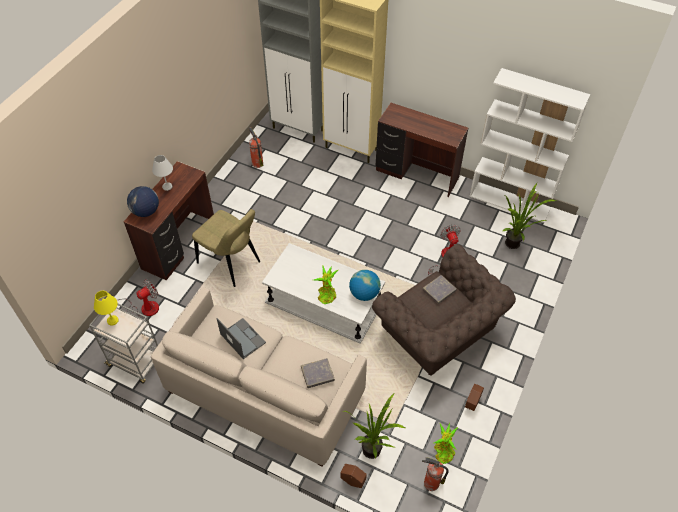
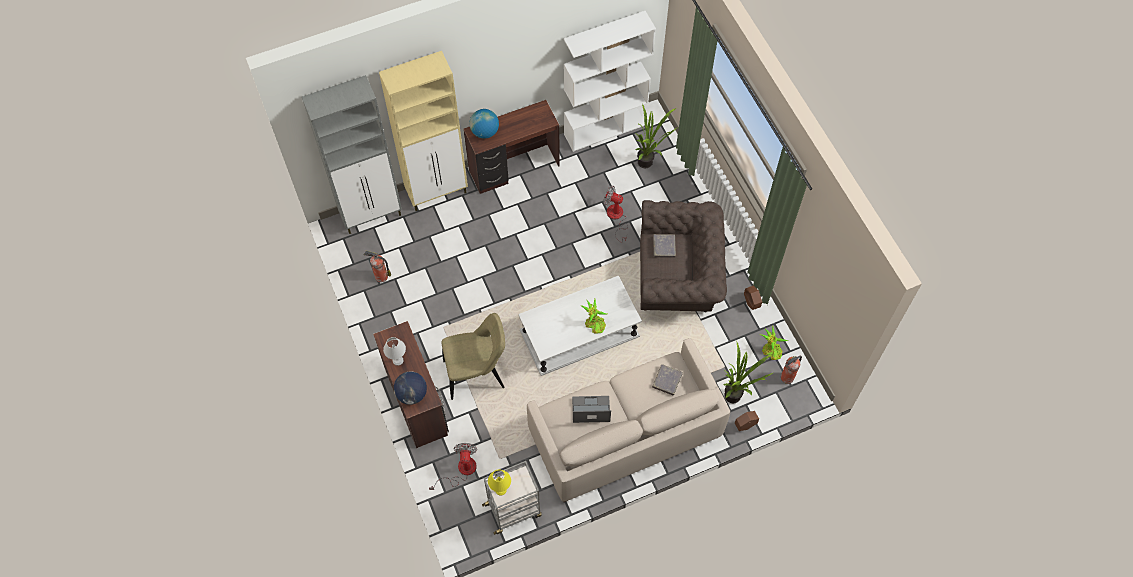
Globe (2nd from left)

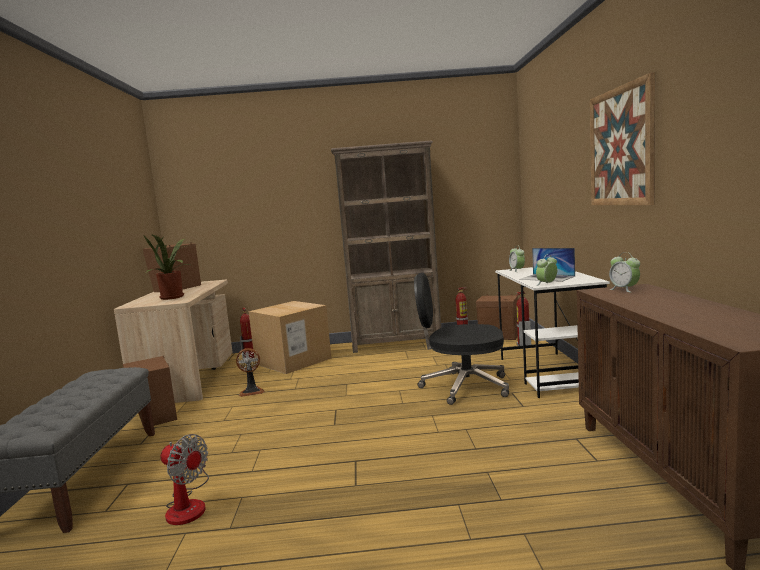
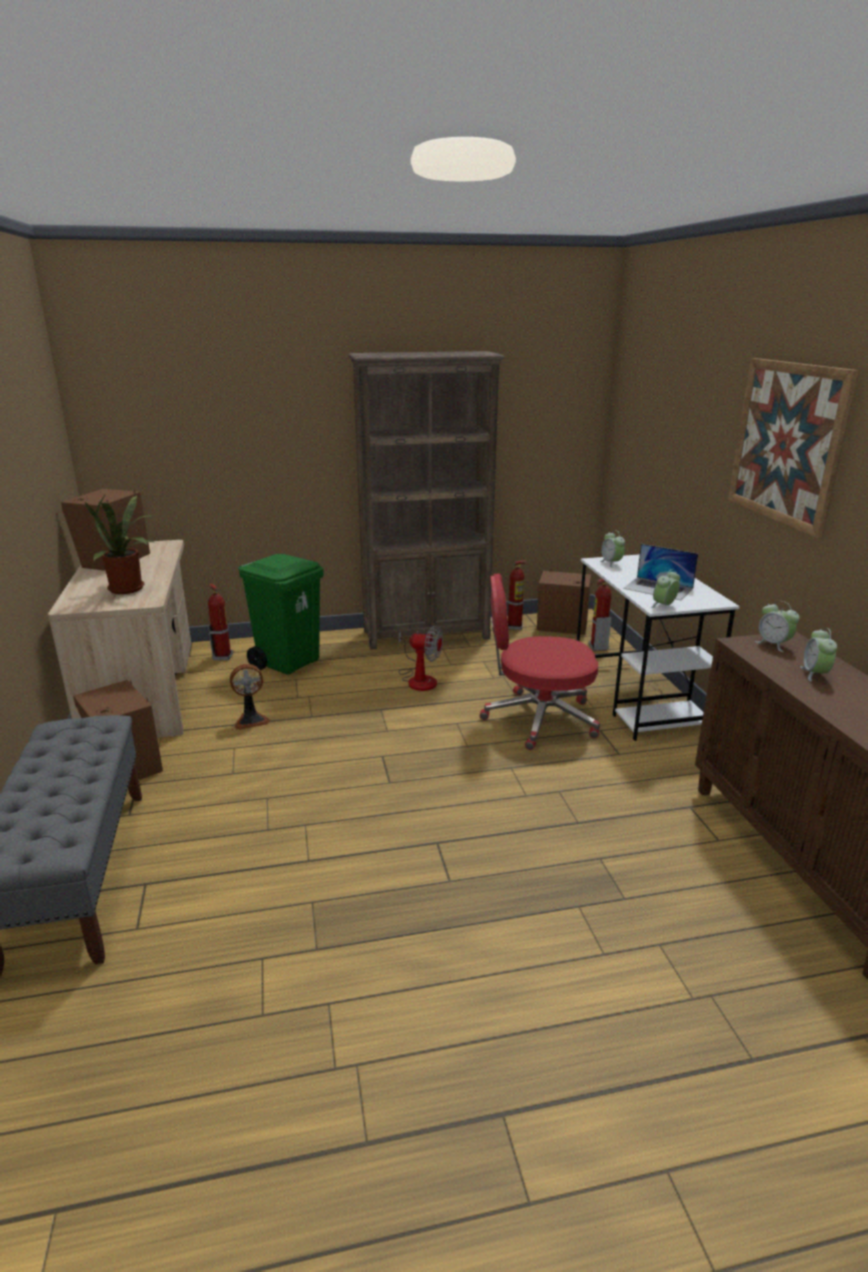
RedOfficeChair
GreenTrashCan
Fan (2nd from left)
AlarmClock (4th from left)

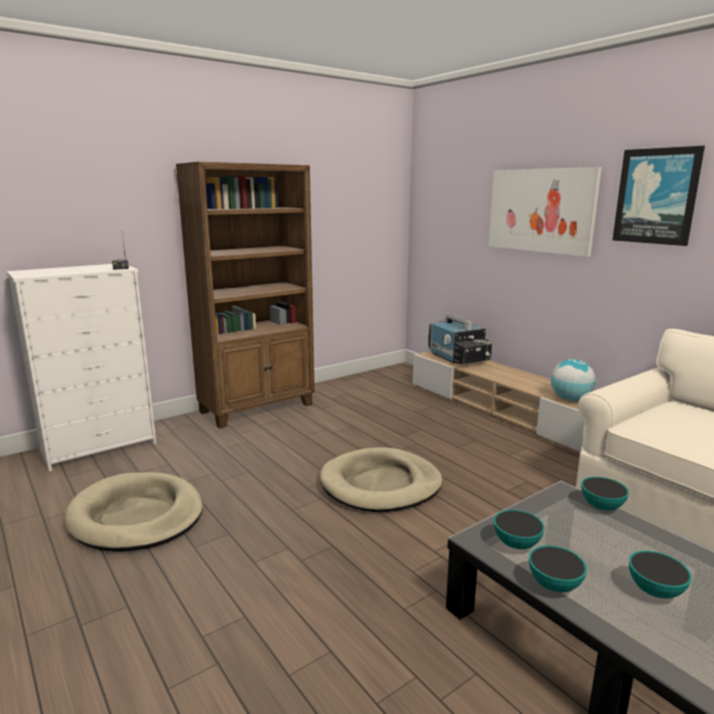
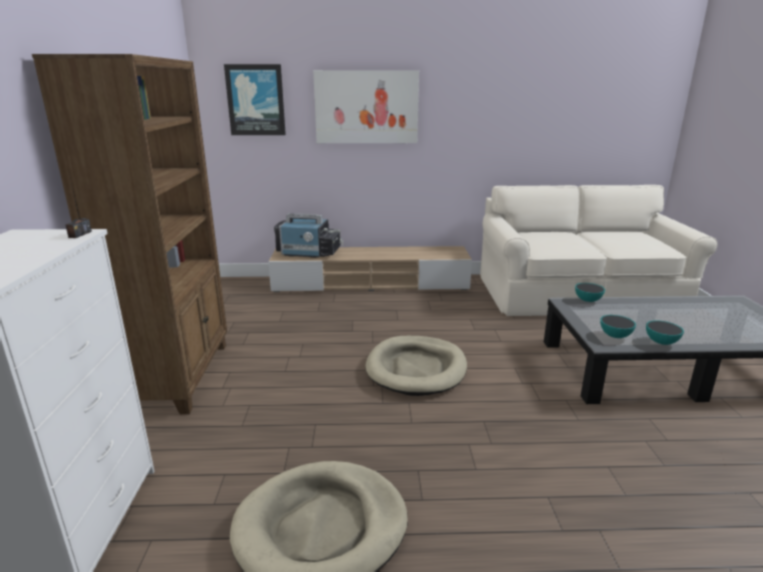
Picture (1st from left)
Globe
Bowl (4th from left in the first image)

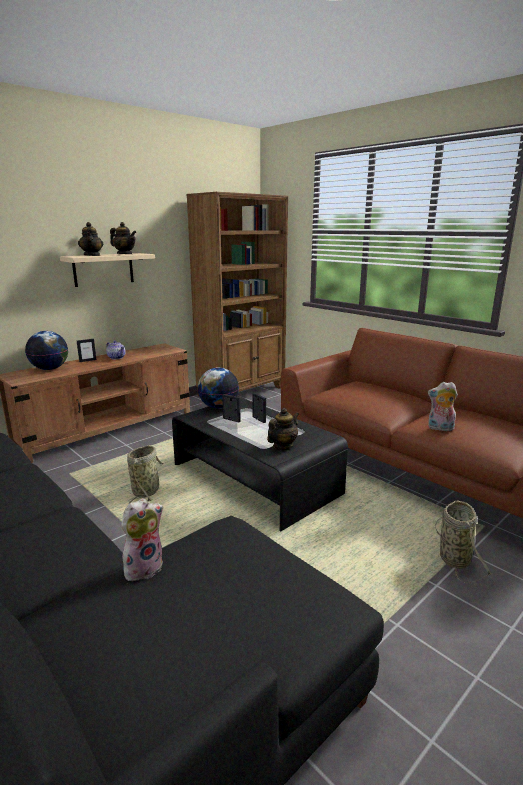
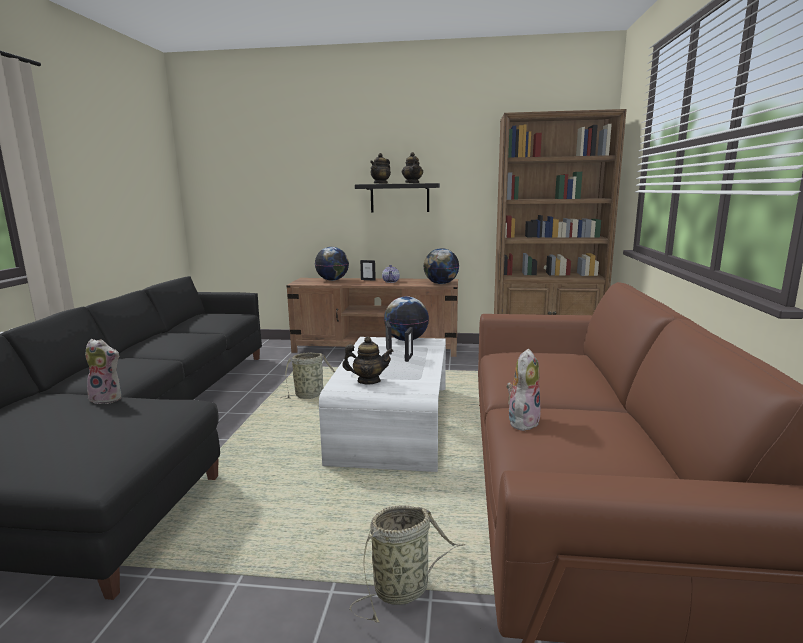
BlackShelf
PlushToy (2nd from left)
WhiteCoffeeTable
Globe (3rd from left)

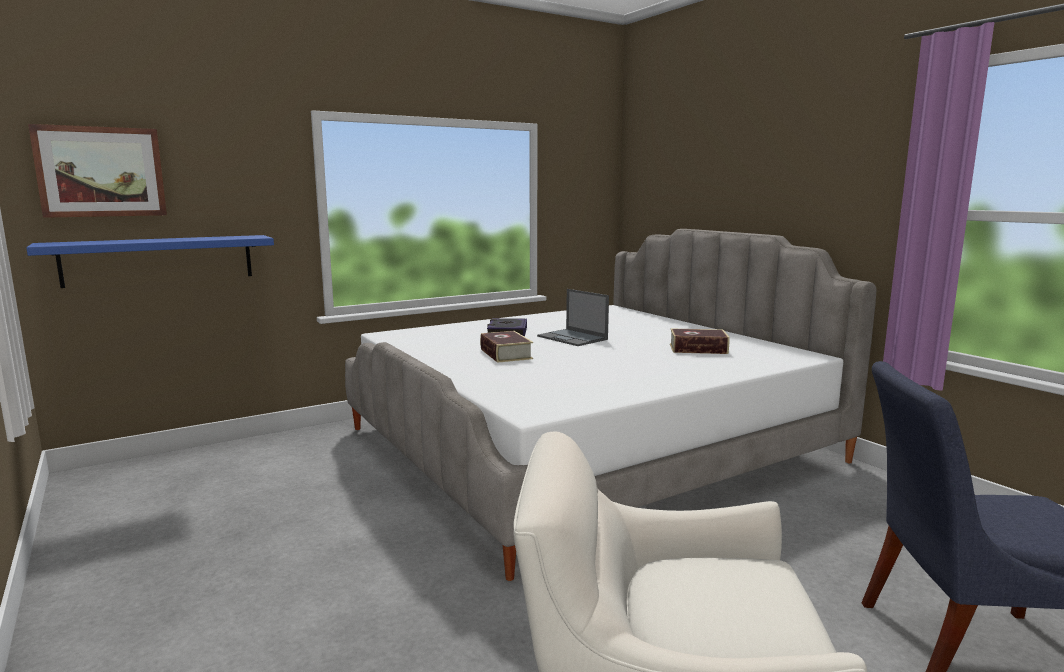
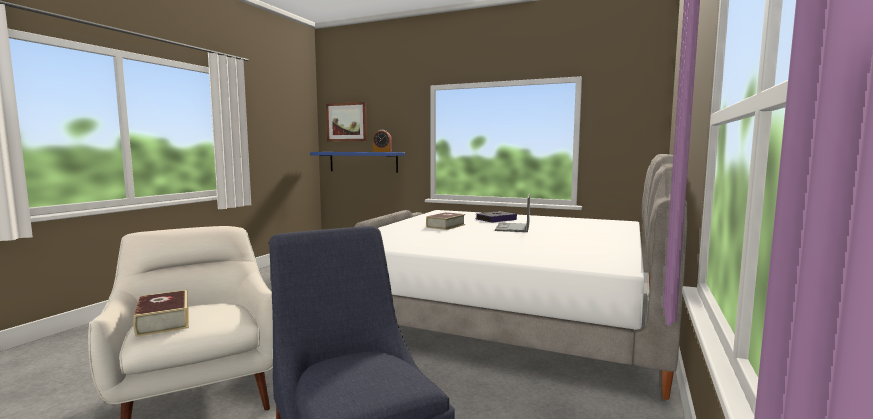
Book (1st from left)
AlarmClock

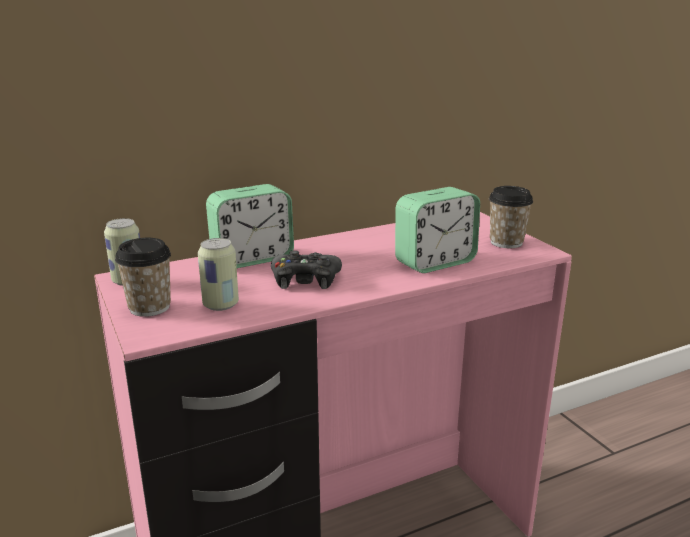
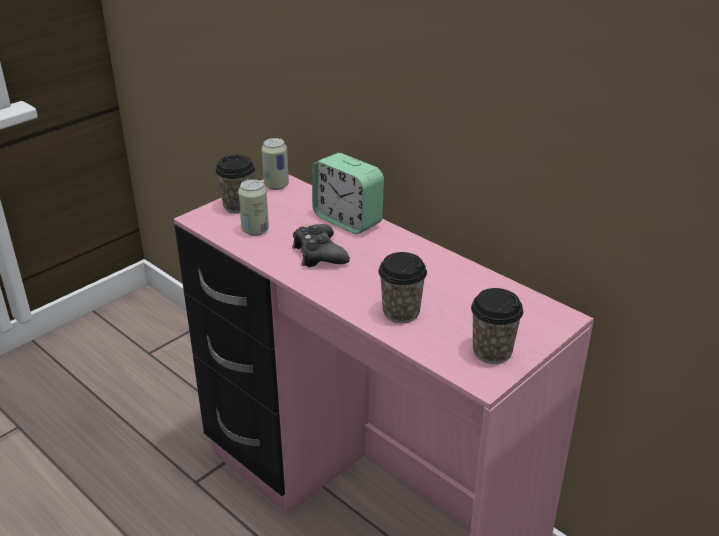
Cup (2nd from left)

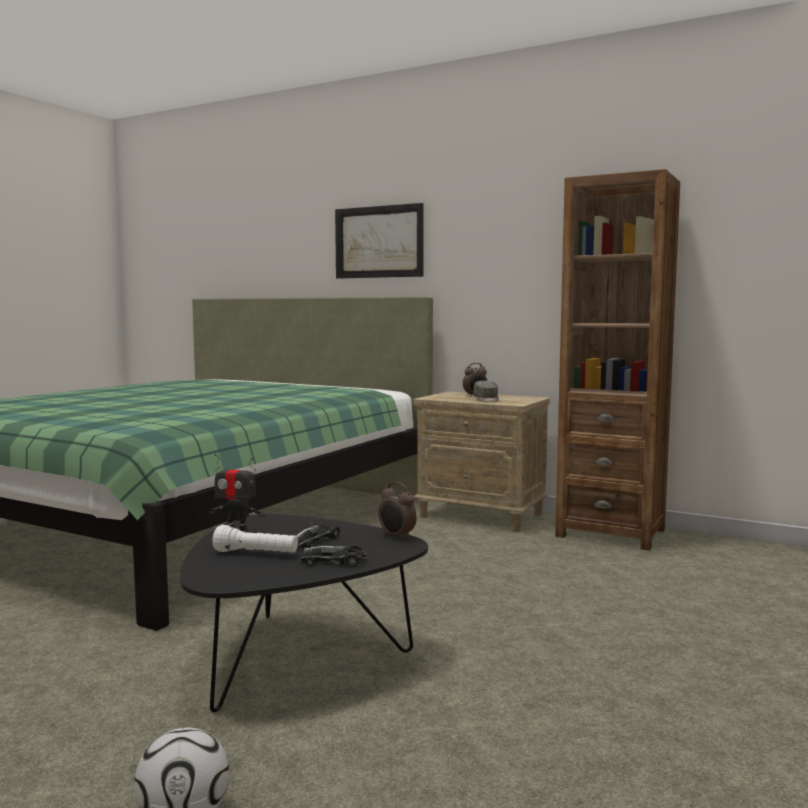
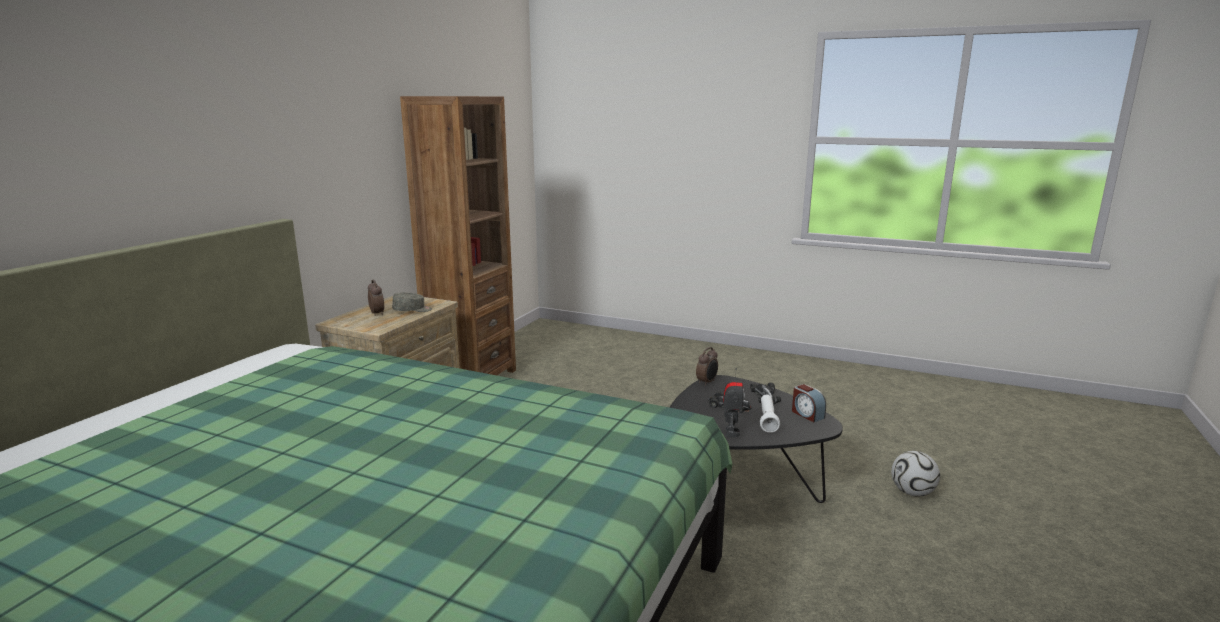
Picture
AlarmClock (3rd from left)

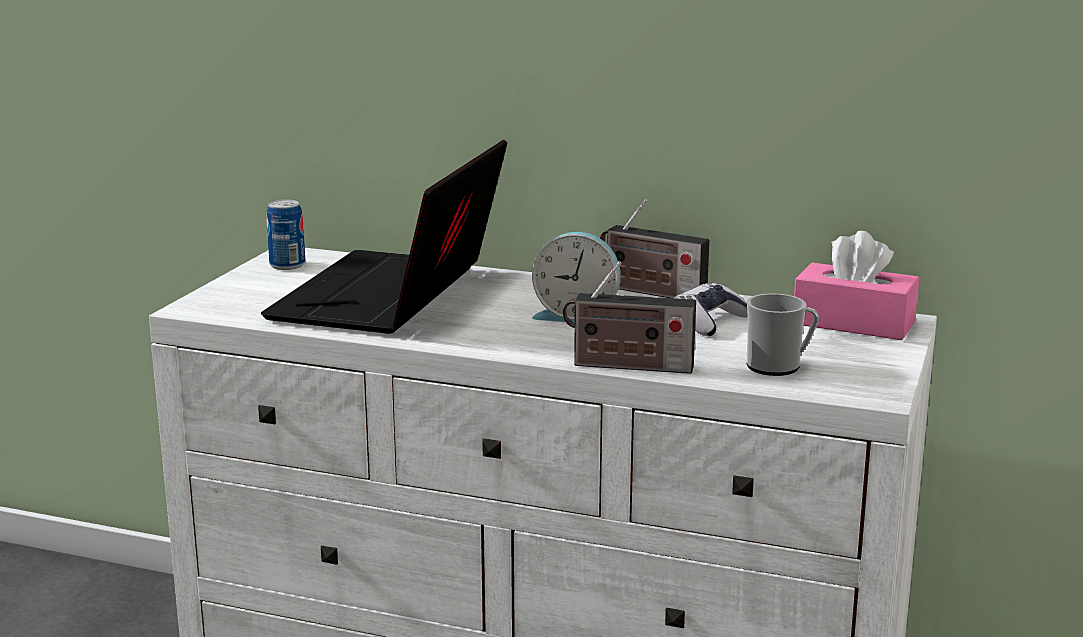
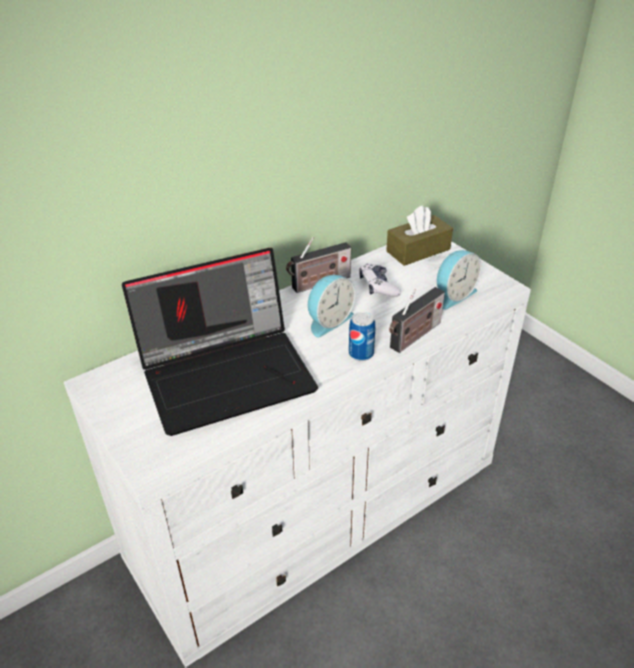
Laptop
Can
BrownTissueBox
AlarmClock (2nd from left)

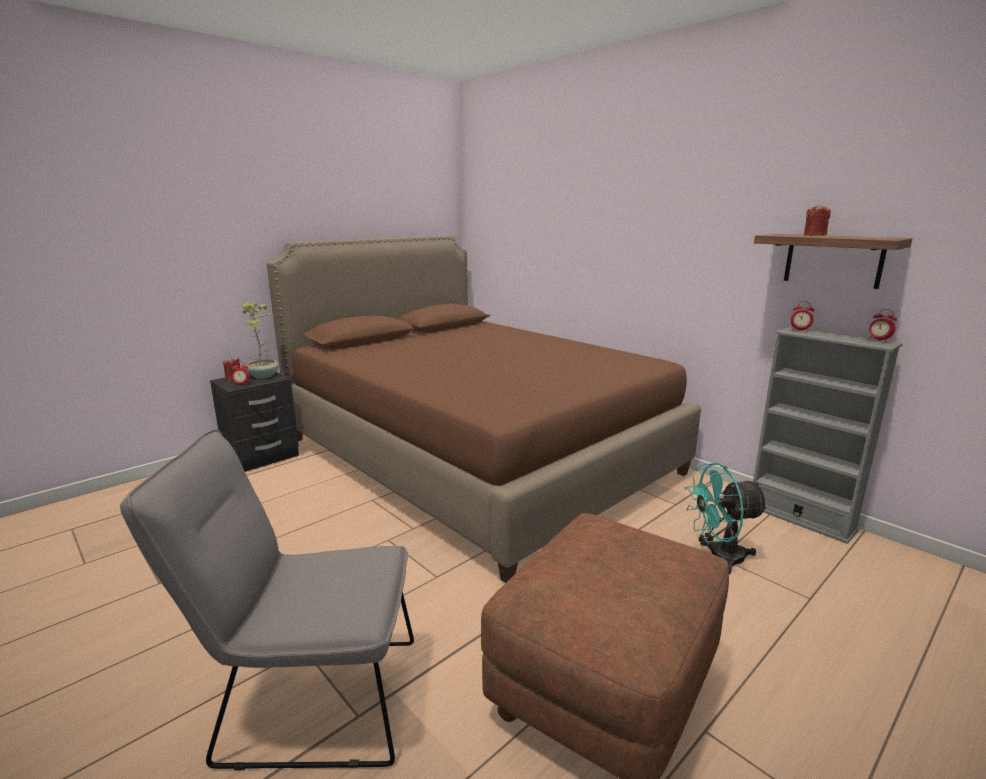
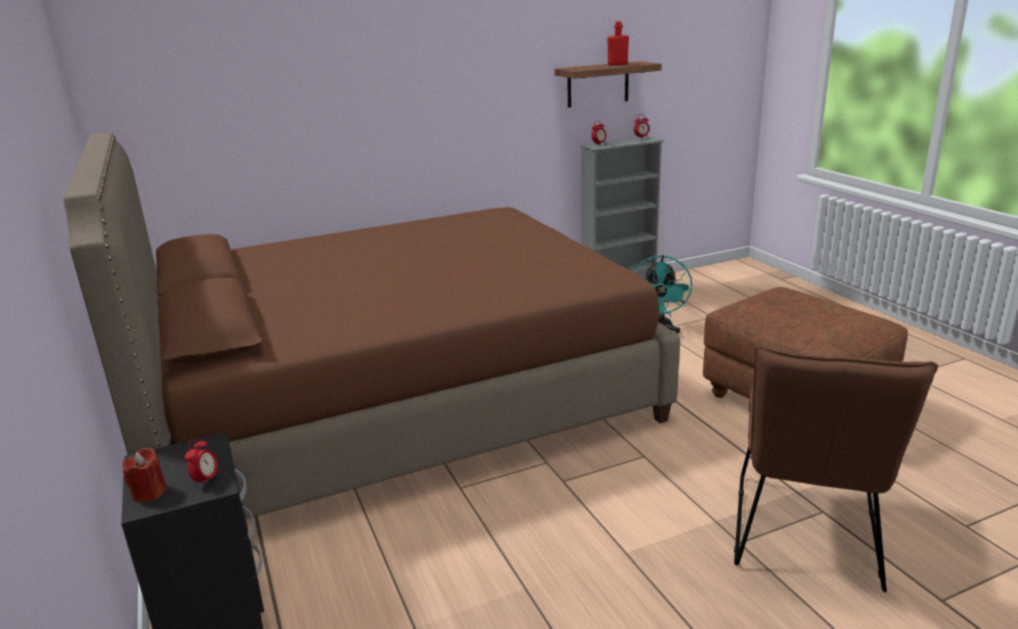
RedCandle (2nd from left in the first image)
PottedPlant
BrownChair
RedBottle

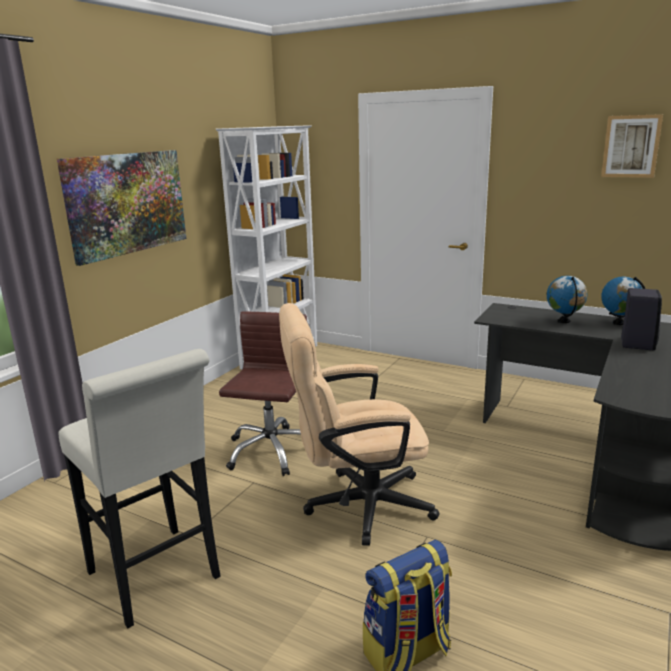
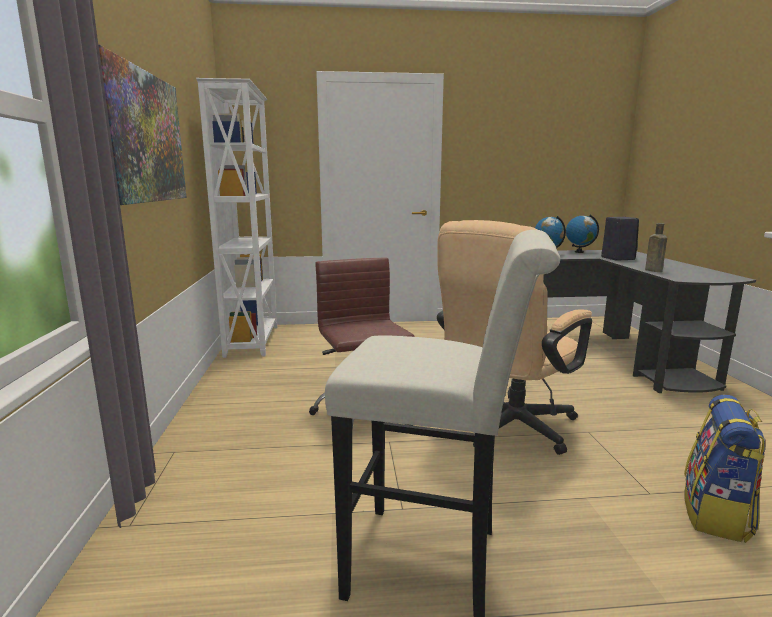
Picture (2nd from left in the first image)
BrownBottle

